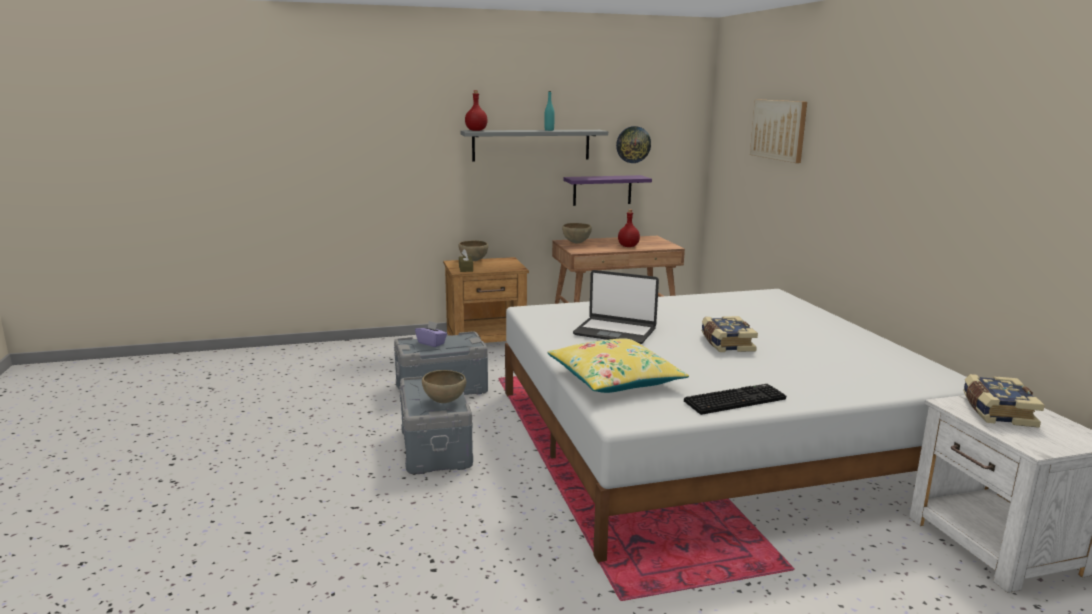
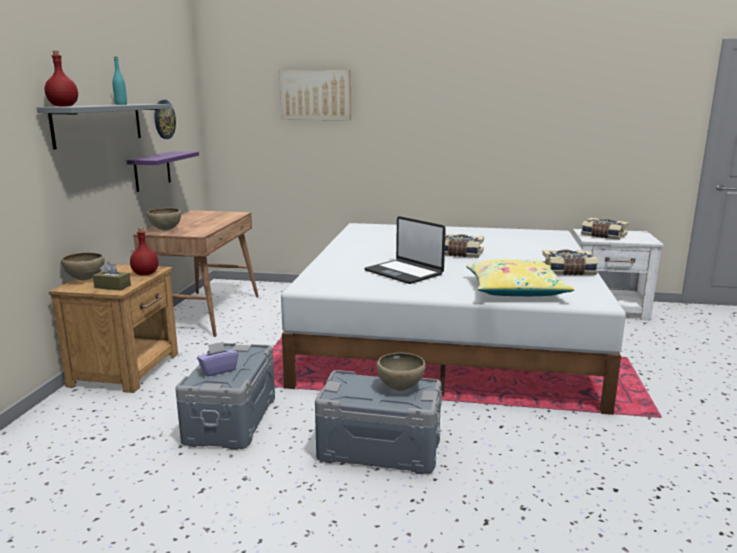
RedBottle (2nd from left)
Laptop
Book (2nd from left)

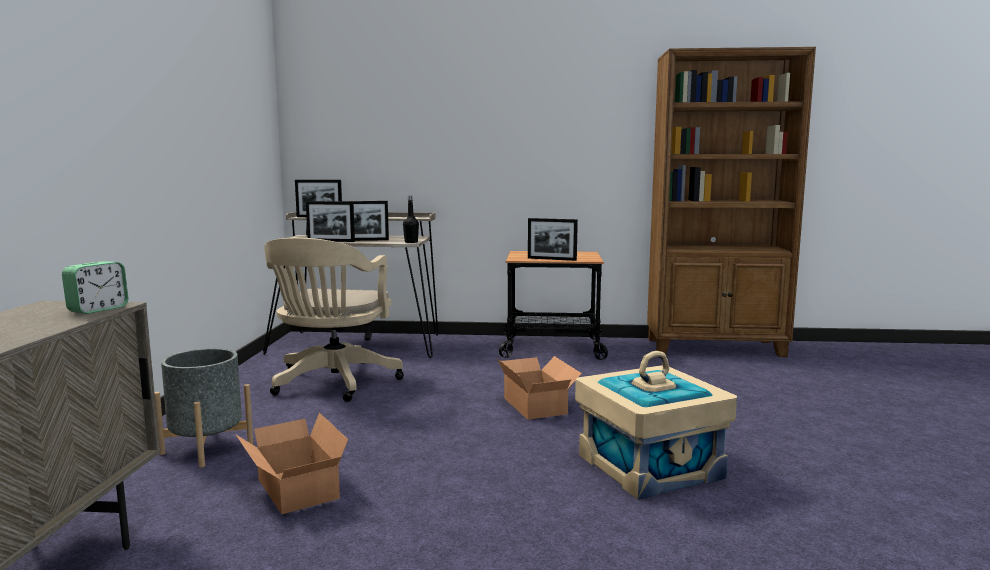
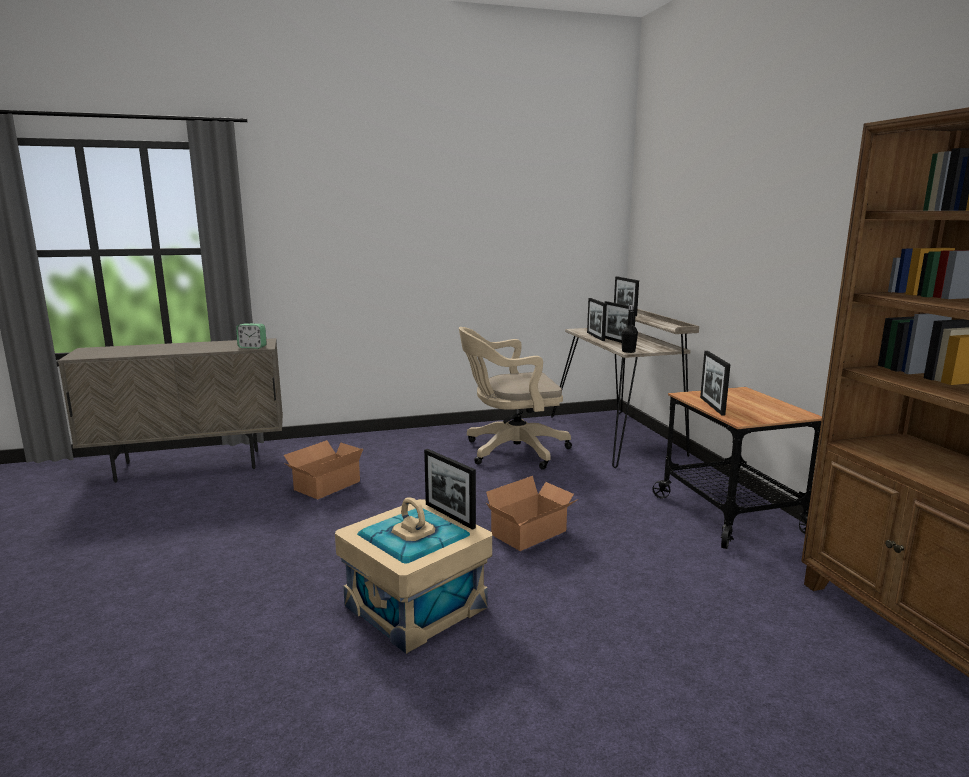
GreyPlanter
PictureFrame (1st from left)

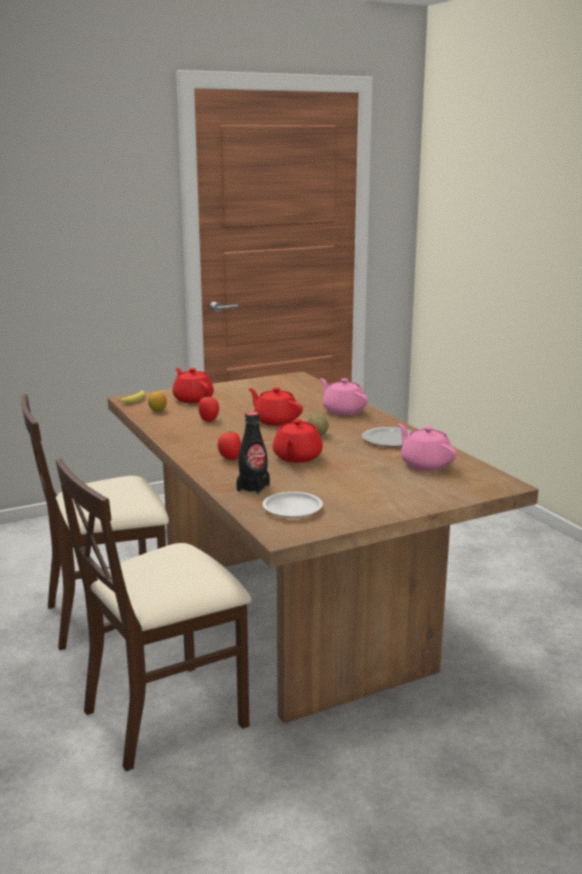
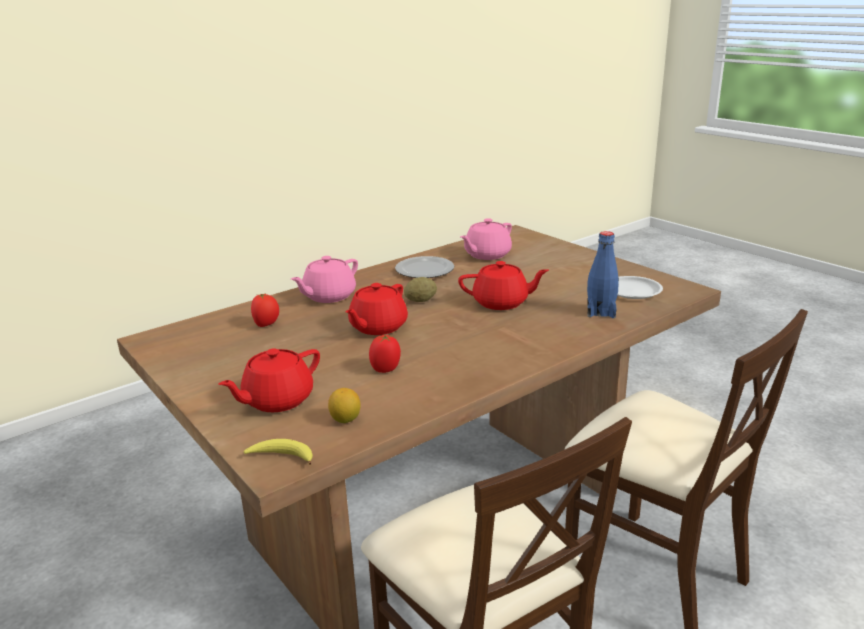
BlueBottle
Tomato (1st from left)

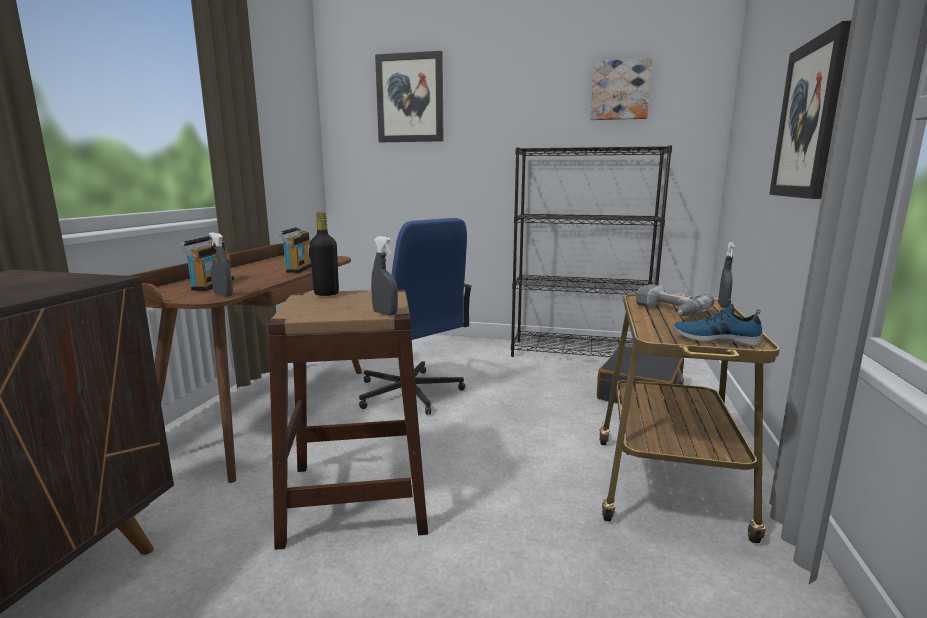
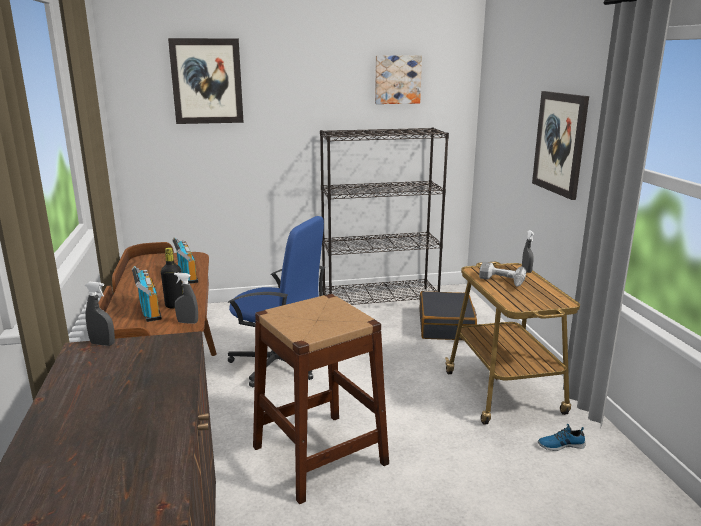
BlackBottle
GreySprayBottle (1st from left)
Shoe

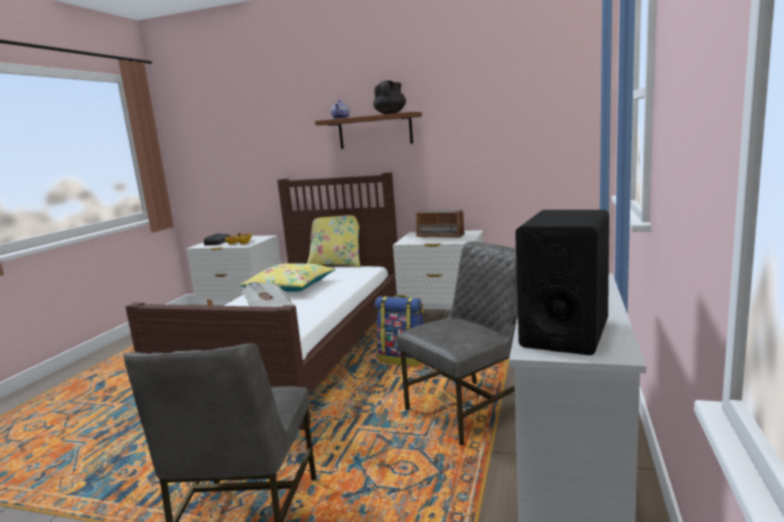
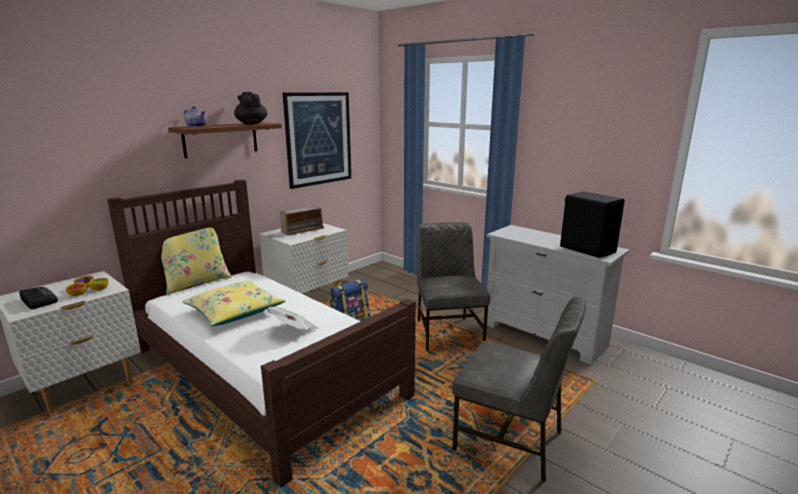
Picture

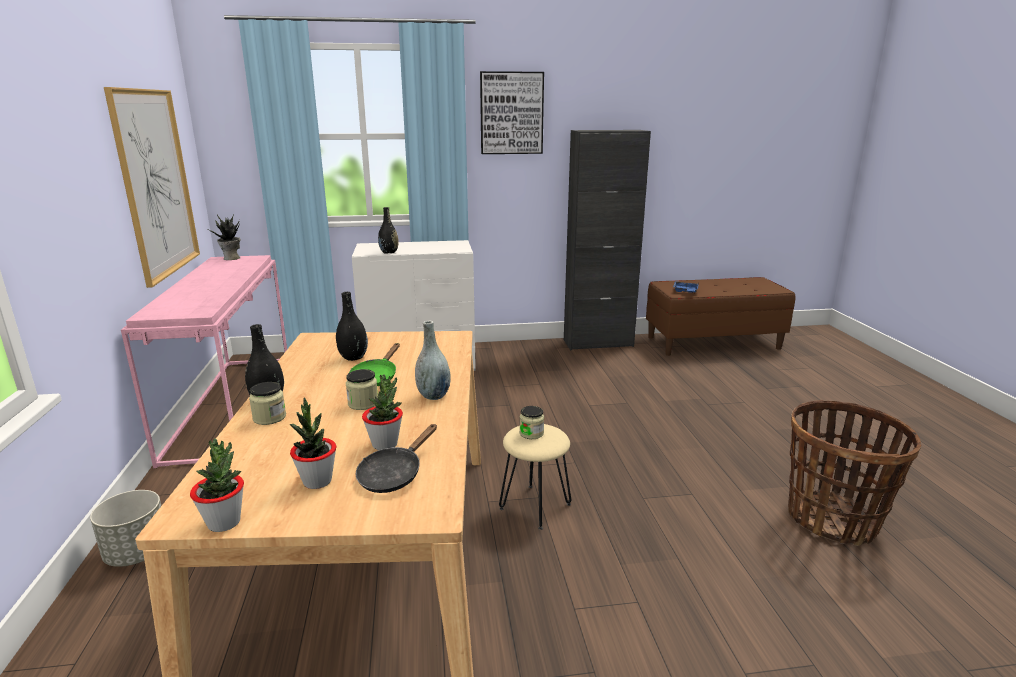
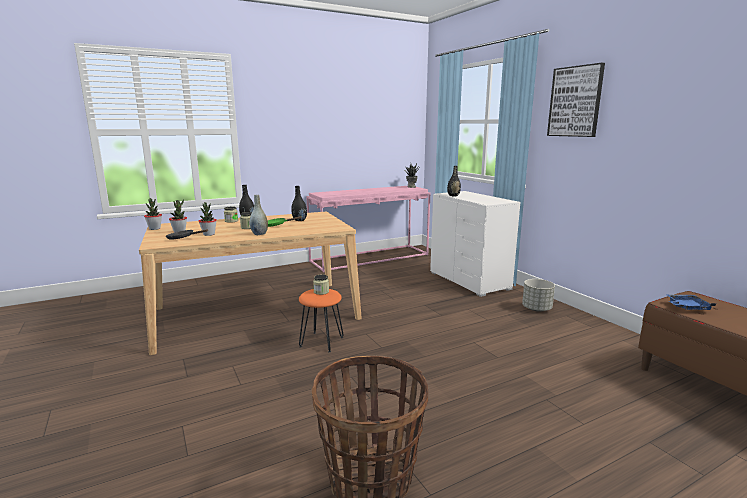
Picture (1st from left in the first image)
BlackCabinet
OrangeStool
GreyPlanter

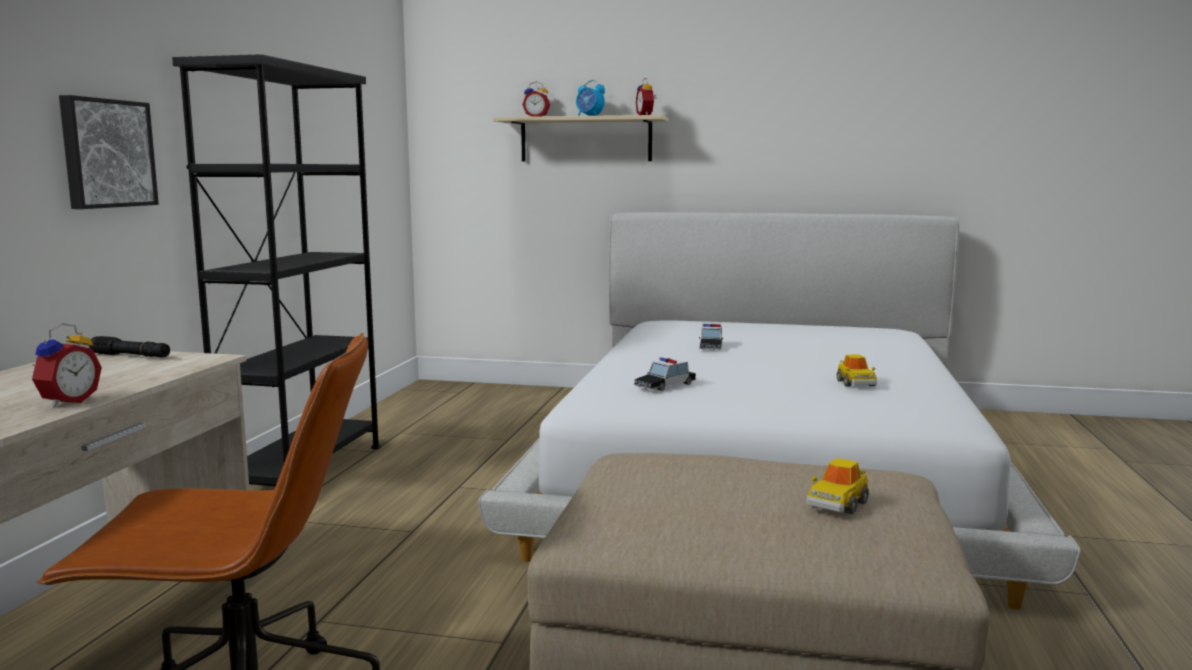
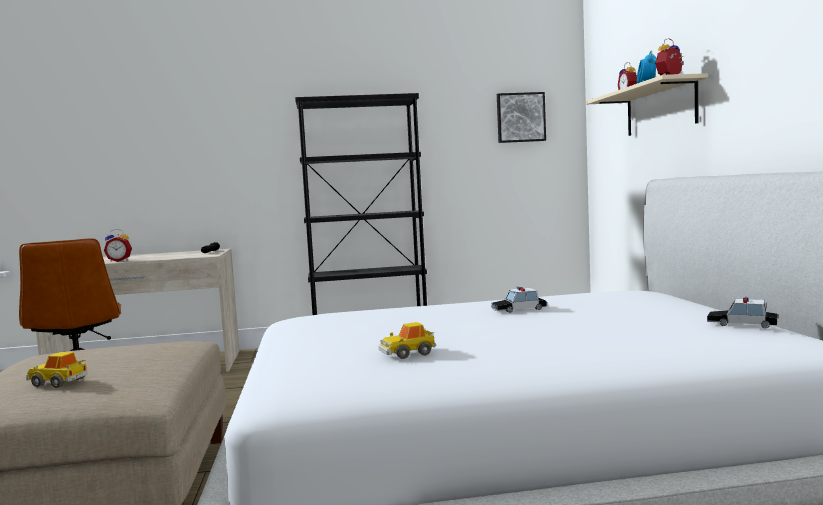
Picture
ToyCar (4th from left)

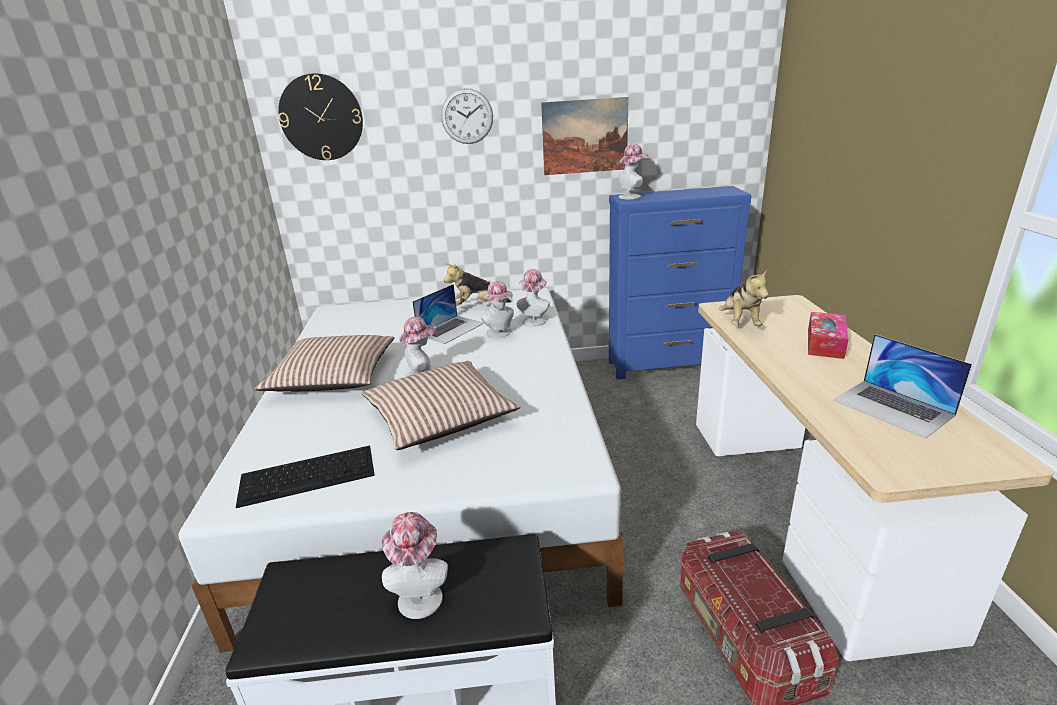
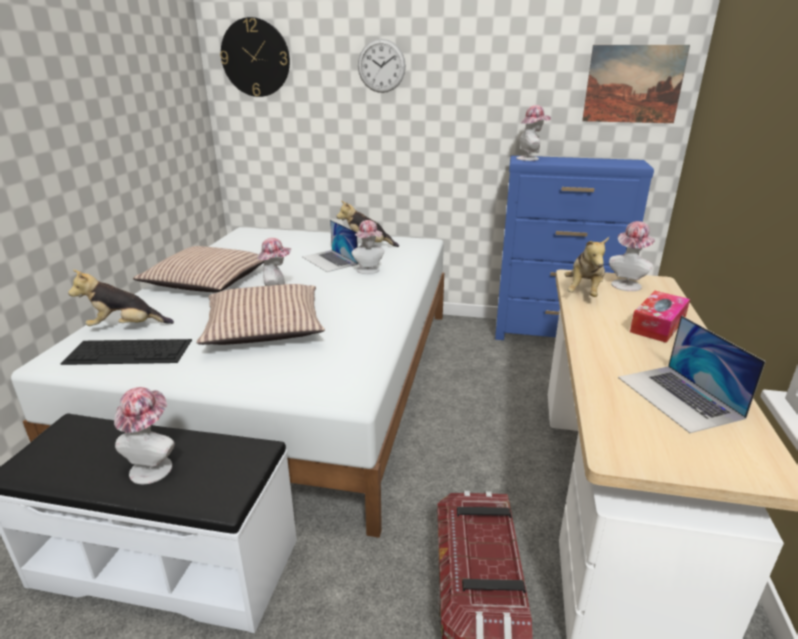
Picture
Hat (5th from left)
Laptop (1st from left)
PlushToy (1st from left)

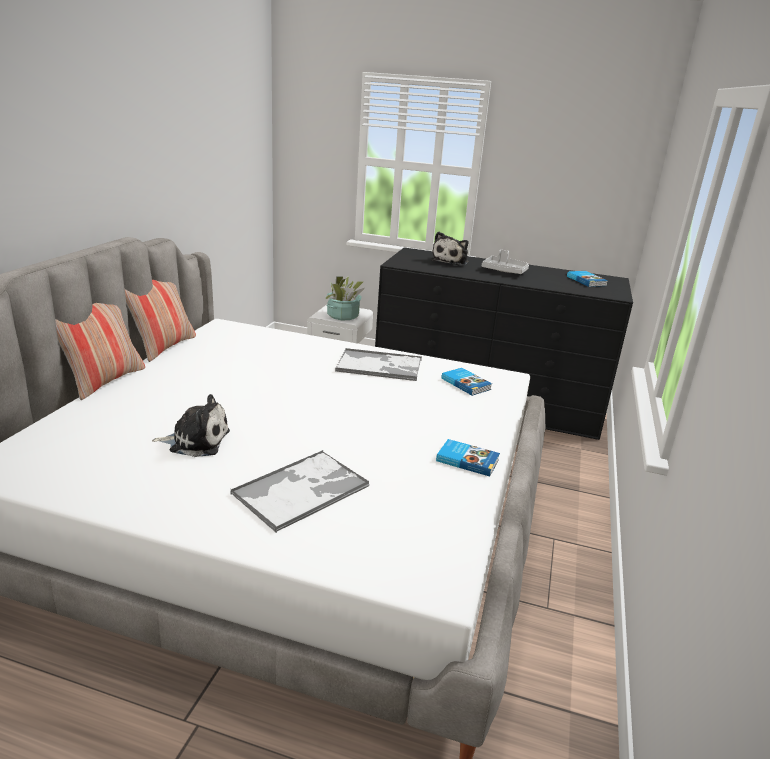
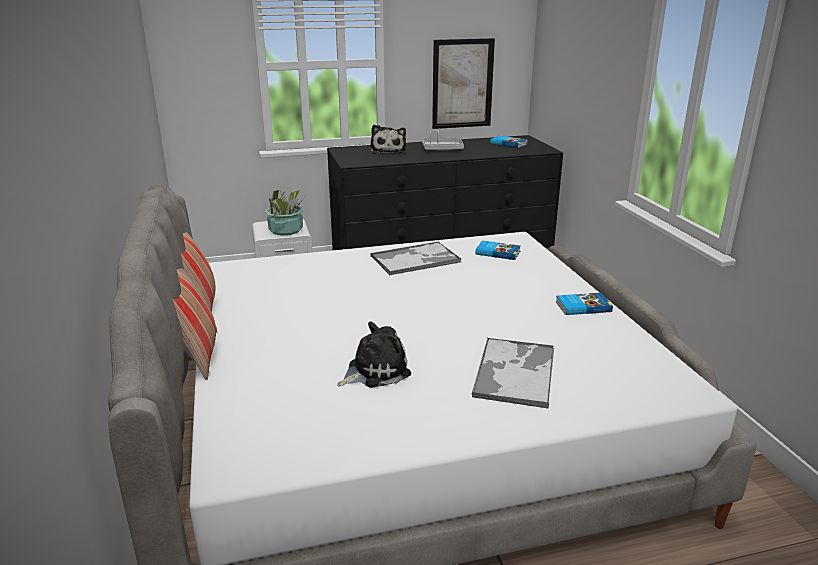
Picture

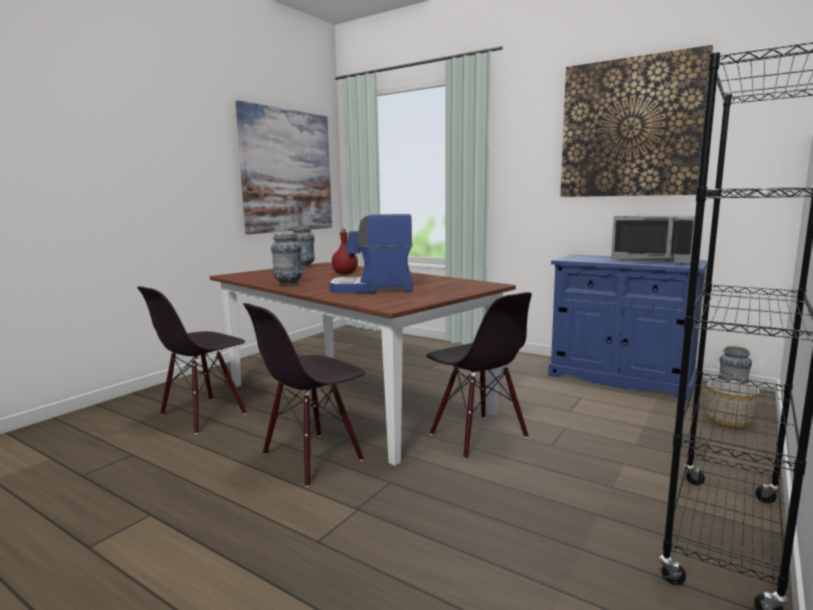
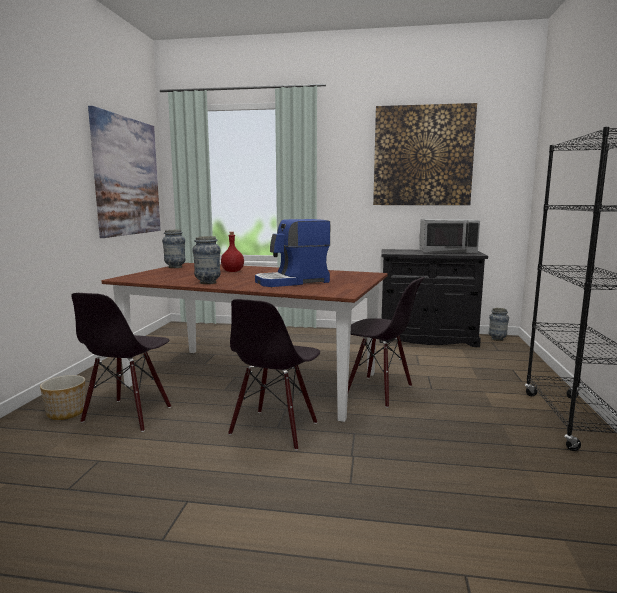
BlackCabinet
Planter

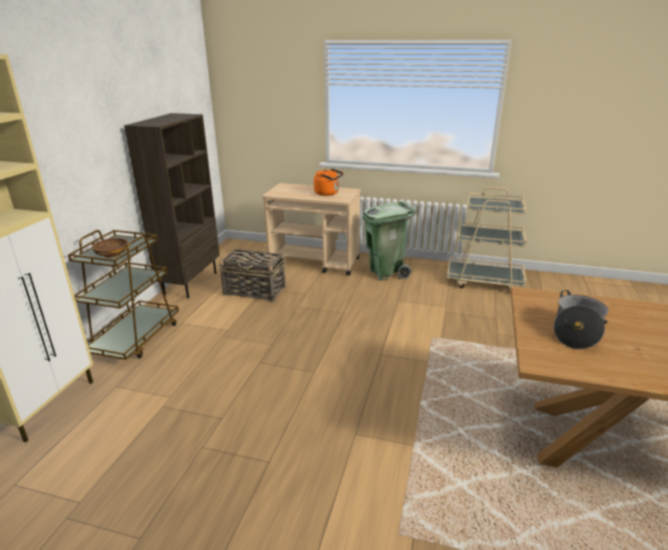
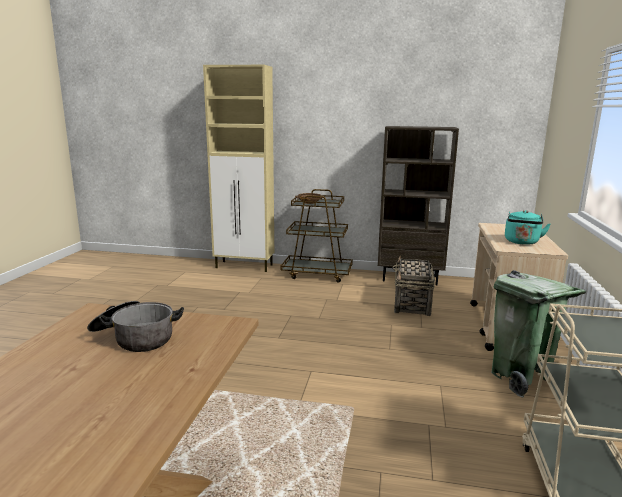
TurquoiseKettle

